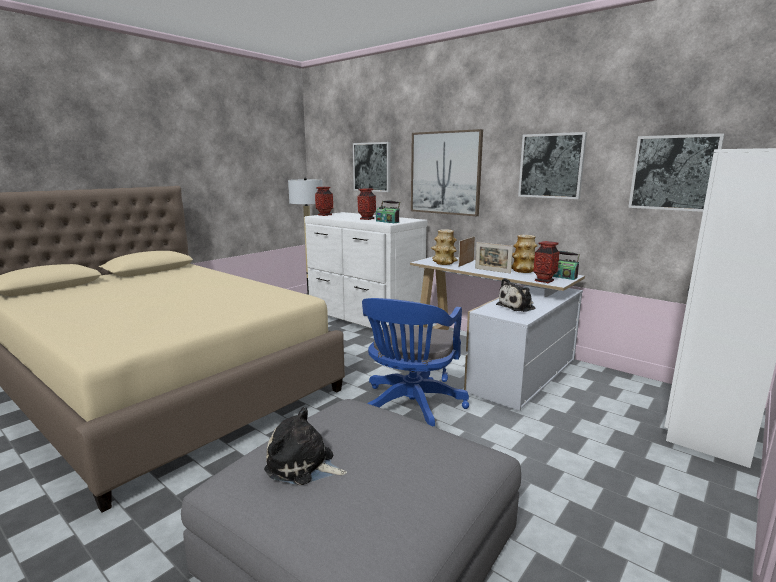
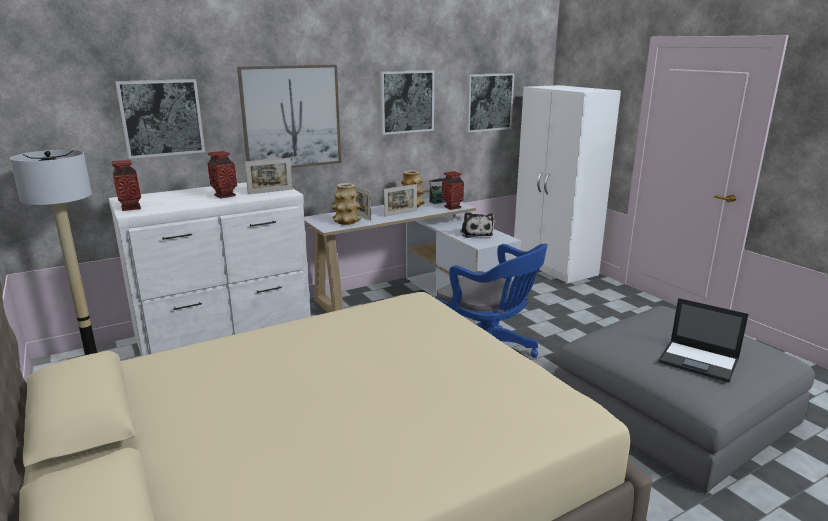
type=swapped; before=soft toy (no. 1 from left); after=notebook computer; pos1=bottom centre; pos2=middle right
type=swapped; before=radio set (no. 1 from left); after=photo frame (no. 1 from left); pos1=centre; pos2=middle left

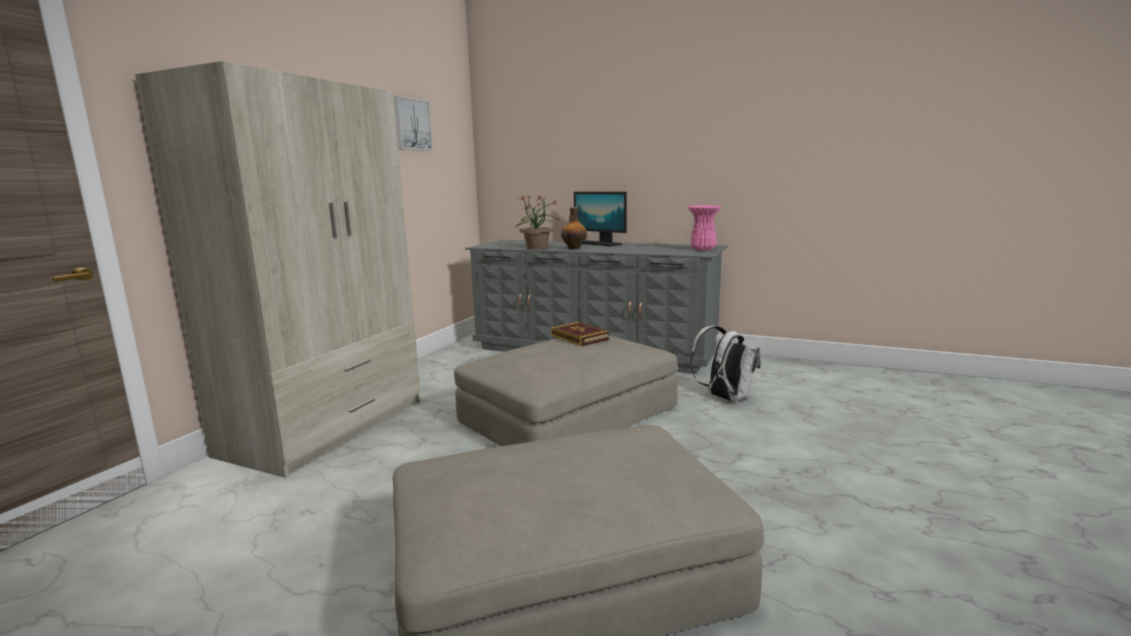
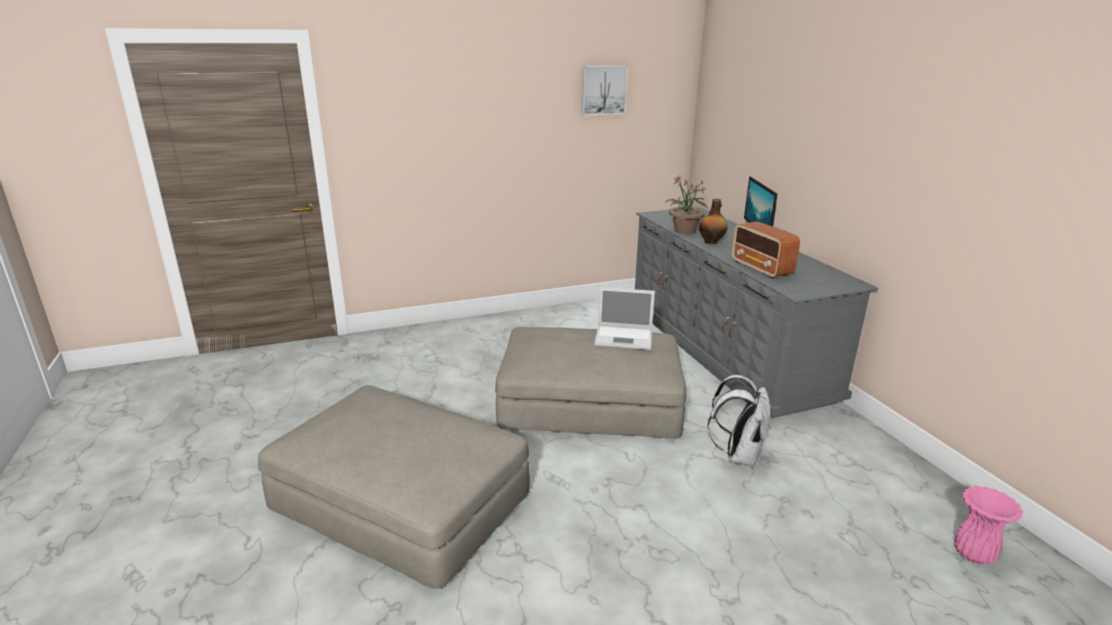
type=gone; before=armoire/sand-coloured; pos1=middle left
type=swapped; before=bound book; after=notebook computer; pos1=centre; pos2=centre
type=shifted; before=vase/pink; pos1=centre; pos2=bottom right
type=new; after=radio set; pos2=middle right

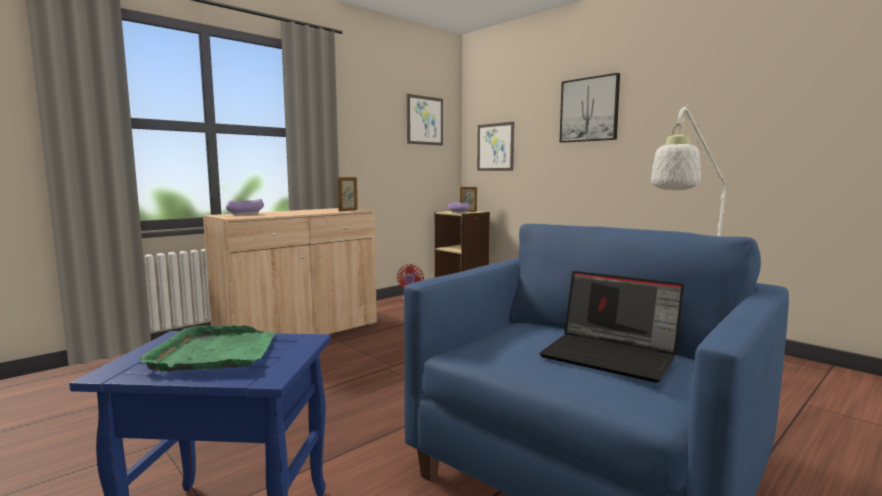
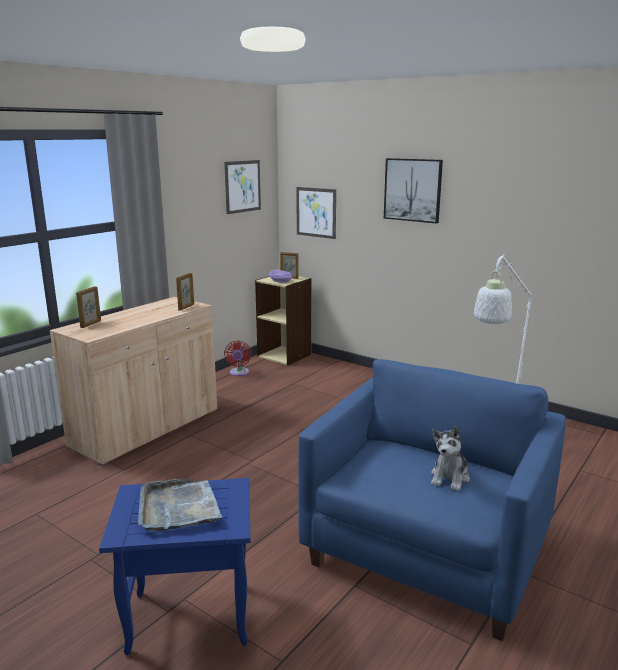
type=repainted; before=serving tray/green; after=serving tray/grey; pos1=bottom left; pos2=bottom left
type=swapped; before=deep dish/purple (no. 1 from left); after=photo frame (no. 1 from left); pos1=middle left; pos2=middle left
type=swapped; before=notebook computer; after=soft toy; pos1=middle right; pos2=bottom right

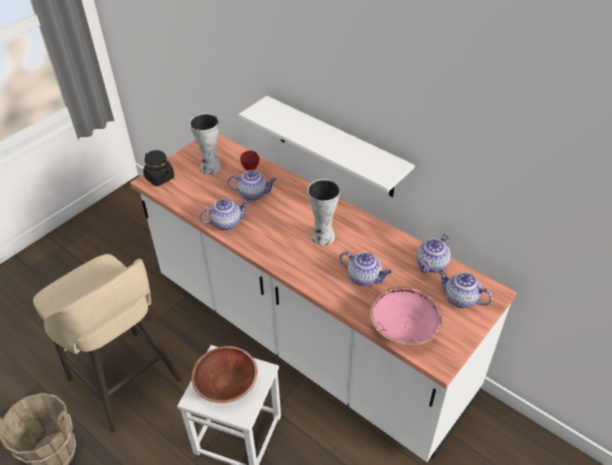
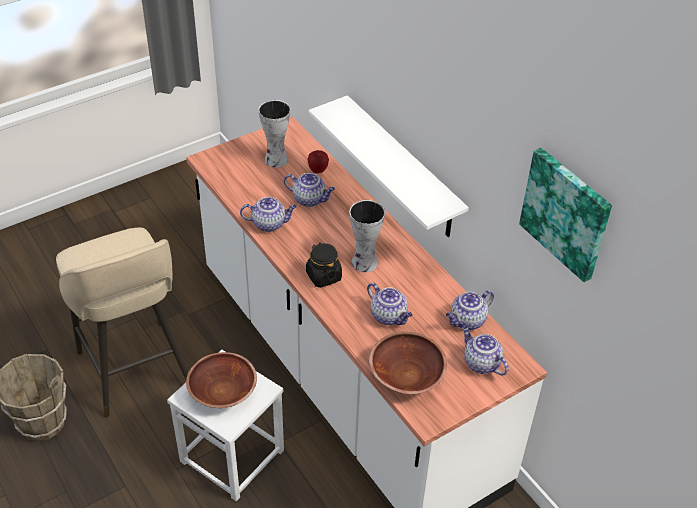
type=shifted; before=jar/black-coloured; pos1=middle left; pos2=centre
type=repainted; before=deep dish/pink; after=deep dish/brown-coloured (no. 2 from left); pos1=bottom centre; pos2=bottom centre
type=new; after=picture; pos2=middle right

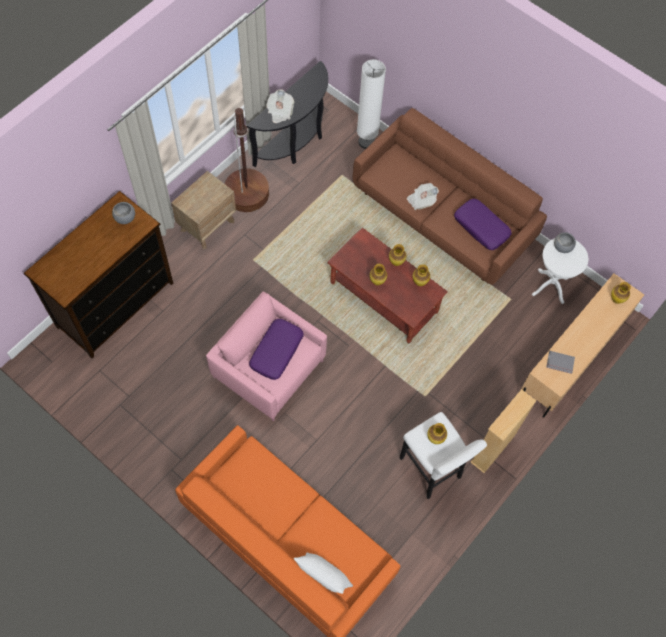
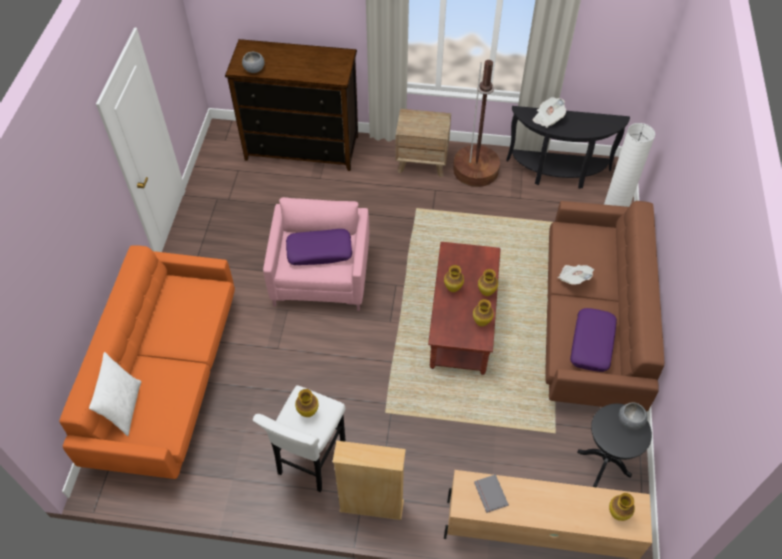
type=shifted; before=deep dish/grey (no. 1 from left); pos1=middle left; pos2=top left
type=repainted; before=accent table/white-coloured; after=accent table/black-coloured; pos1=middle right; pos2=bottom right

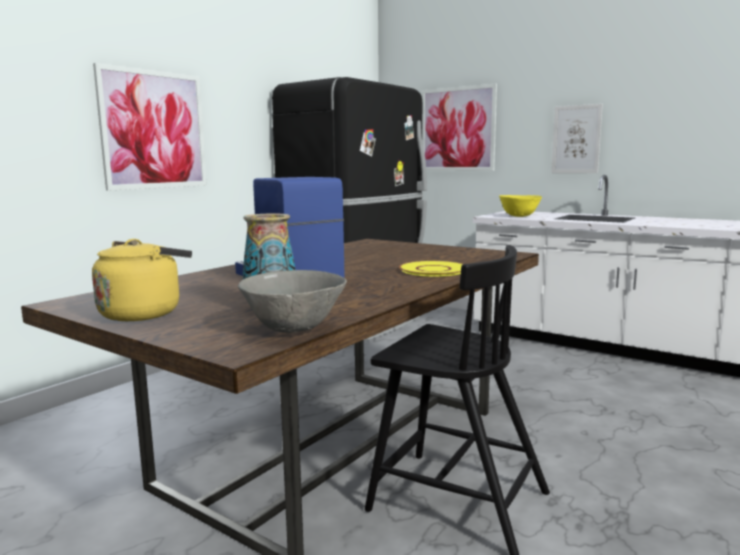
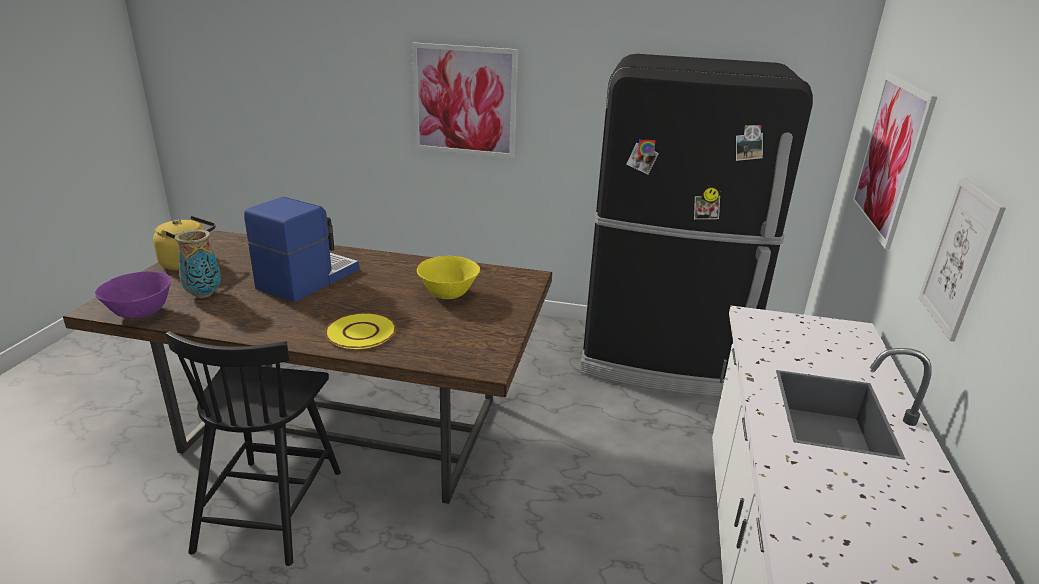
type=repainted; before=deep dish/grey; after=deep dish/purple; pos1=centre; pos2=middle left
type=shifted; before=deep dish/yellowish; pos1=middle right; pos2=centre

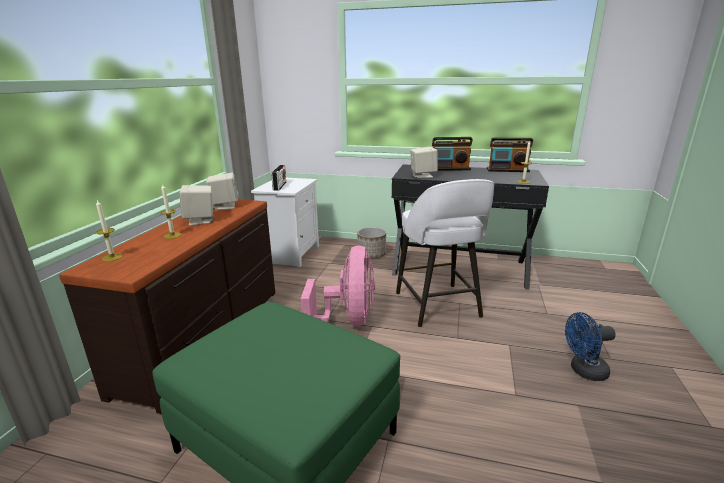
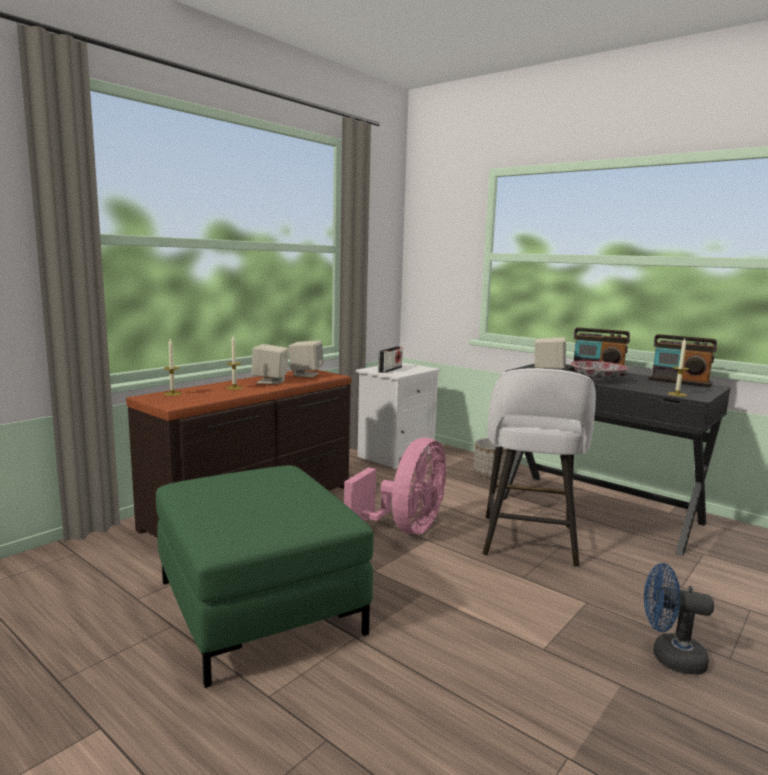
type=new; after=deep dish; pos2=middle right

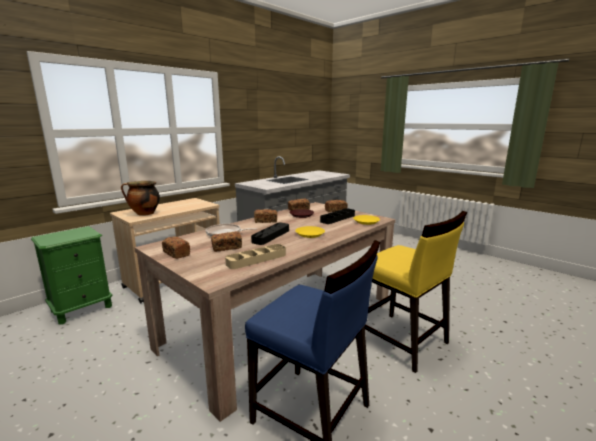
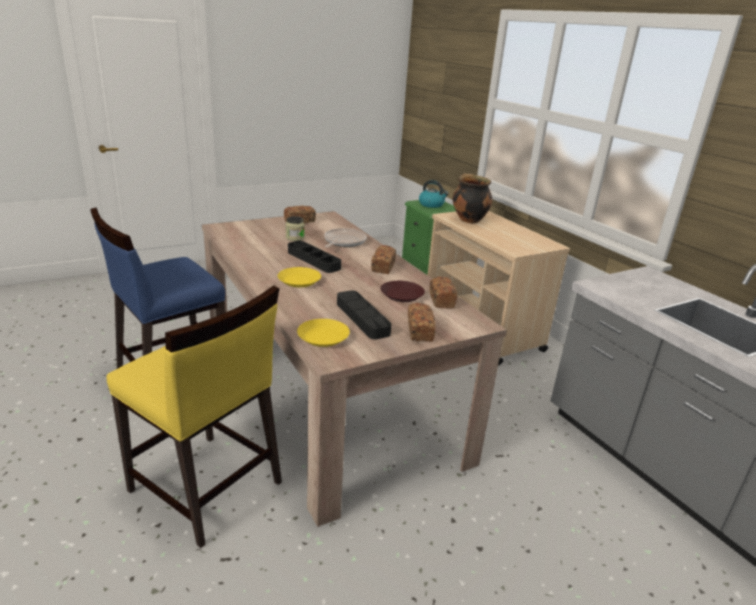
type=swapped; before=bakery bread (no. 2 from left); after=jar; pos1=centre; pos2=centre
type=gone; before=serving tray/sand-coloured; pos1=centre
type=rotated; before=chair/yellowish; pos1=middle right; pos2=bottom left; turn=-120
type=new; after=tea kettle; pos2=top centre

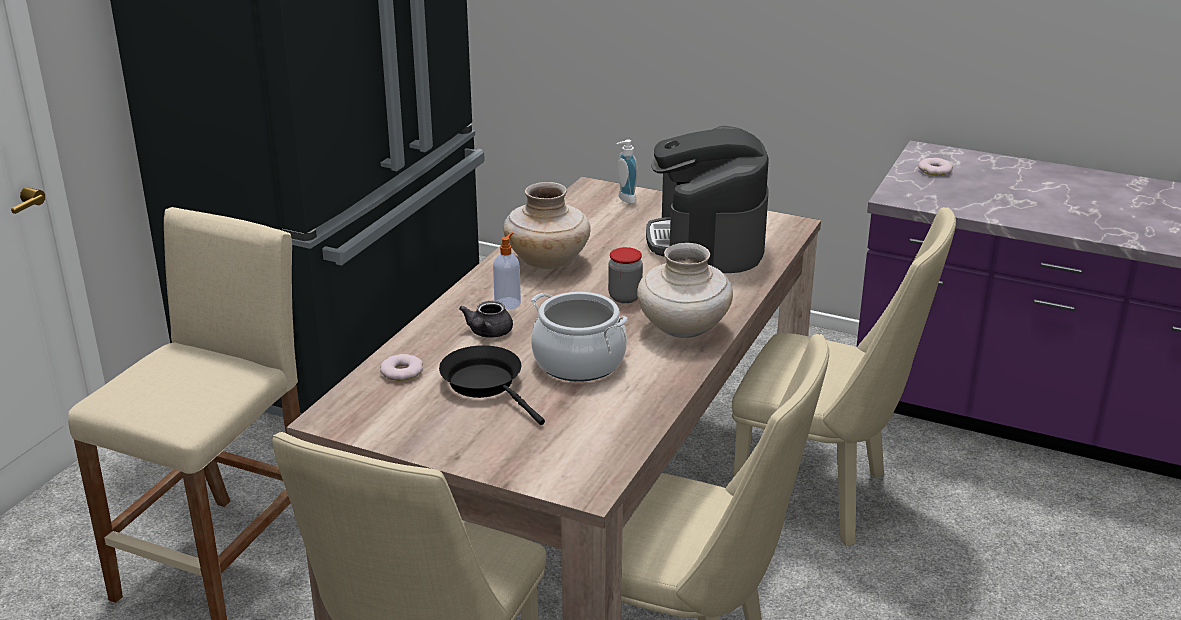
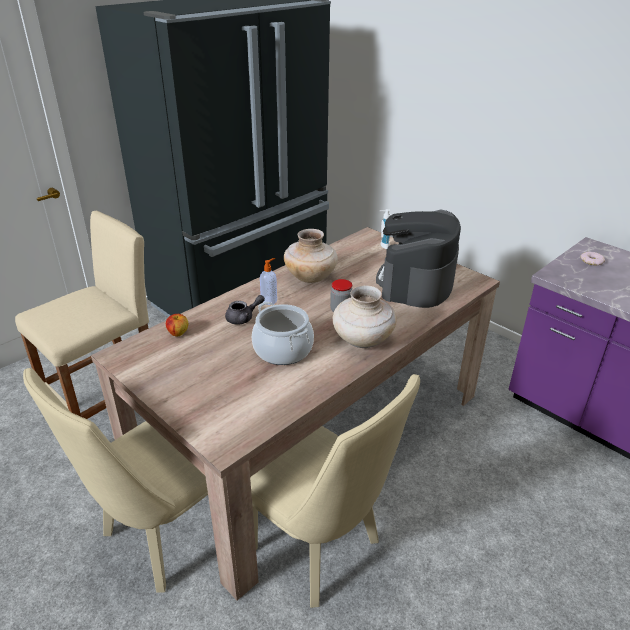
type=swapped; before=ring doughnut (no. 1 from left); after=whole apple; pos1=centre; pos2=middle left
type=gone; before=pan/black-coloured; pos1=centre
type=rotated; before=tea pot/grey; pos1=centre; pos2=centre; turn=-150
type=gone; before=chair/sand-coloured (no. 3 from left); pos1=middle right

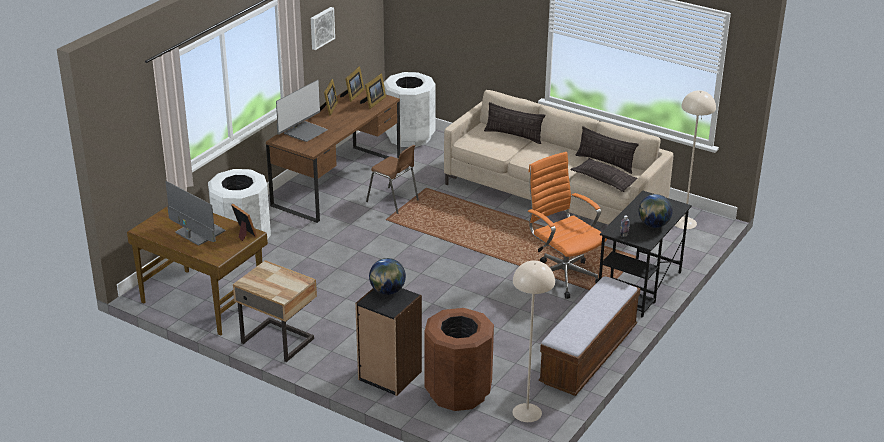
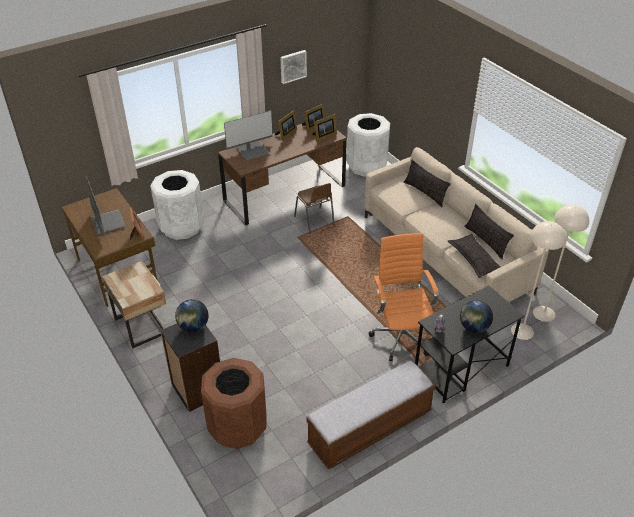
type=shifted; before=standing lamp/sand-coloured (no. 1 from left); pos1=bottom centre; pos2=middle right

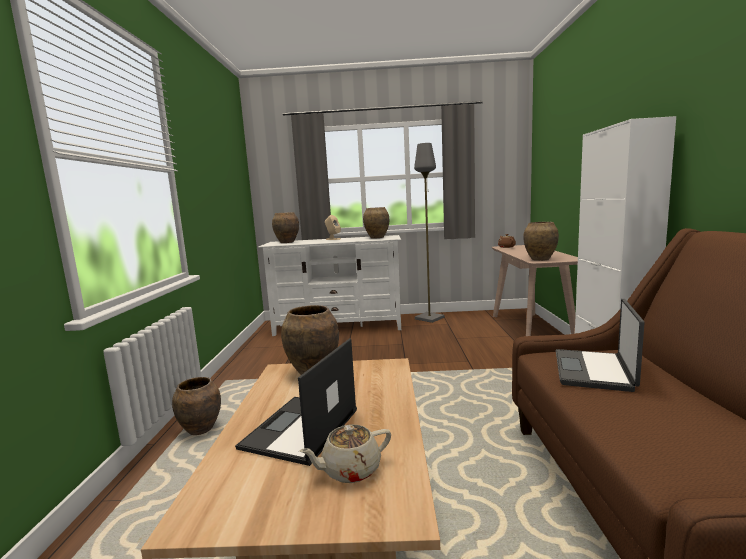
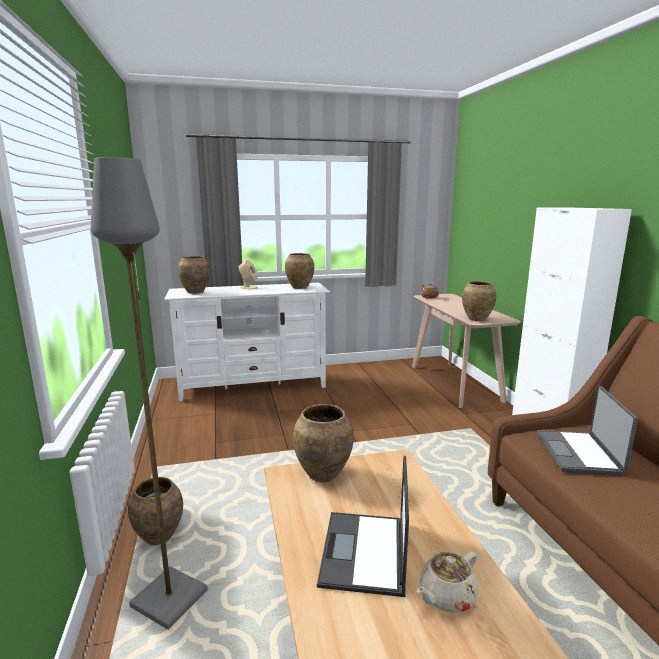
type=shifted; before=standing lamp/grey; pos1=centre; pos2=middle left

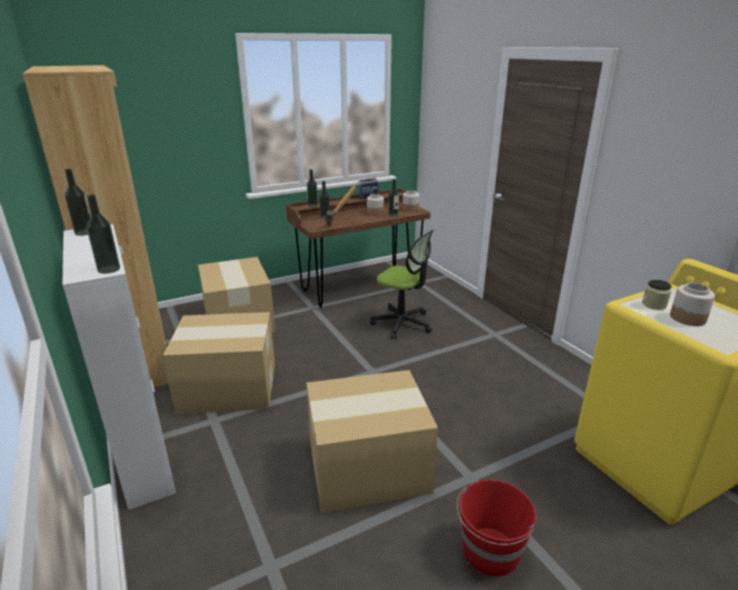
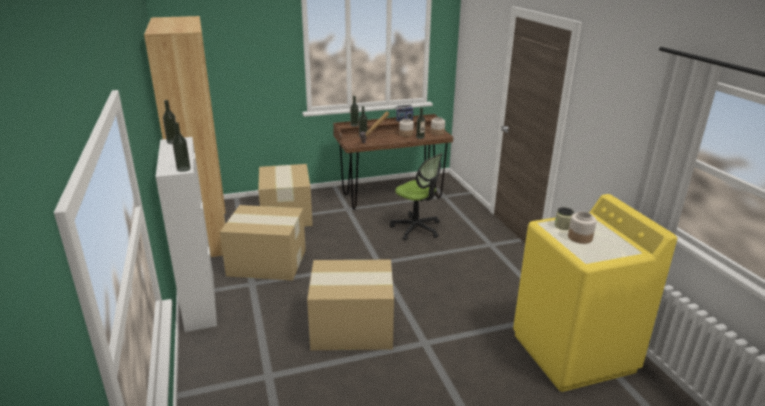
type=gone; before=pail/red; pos1=bottom right

